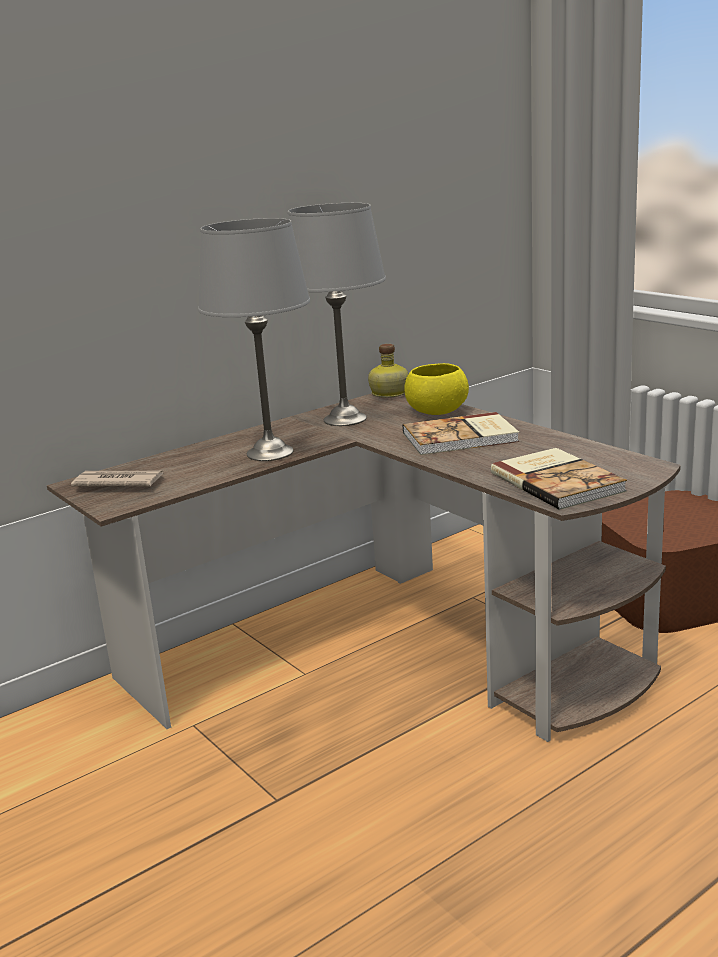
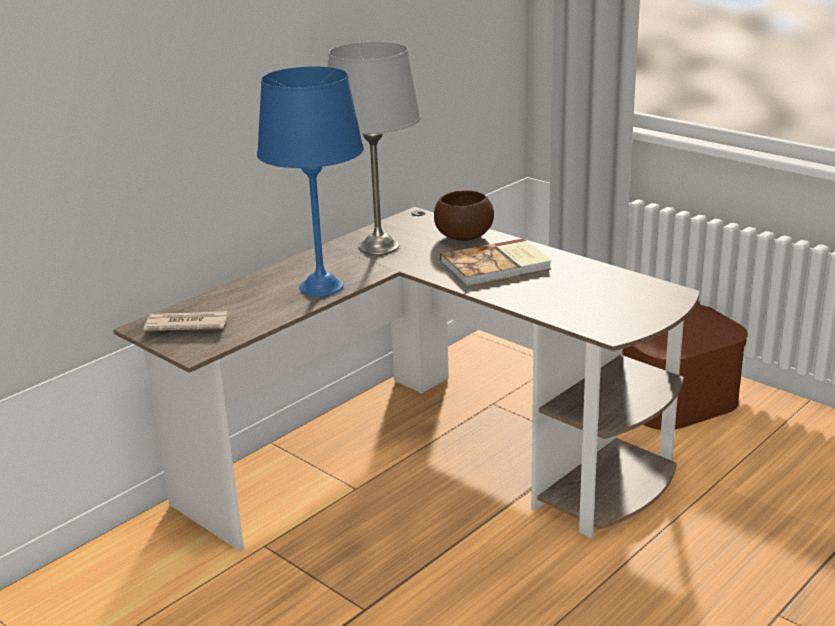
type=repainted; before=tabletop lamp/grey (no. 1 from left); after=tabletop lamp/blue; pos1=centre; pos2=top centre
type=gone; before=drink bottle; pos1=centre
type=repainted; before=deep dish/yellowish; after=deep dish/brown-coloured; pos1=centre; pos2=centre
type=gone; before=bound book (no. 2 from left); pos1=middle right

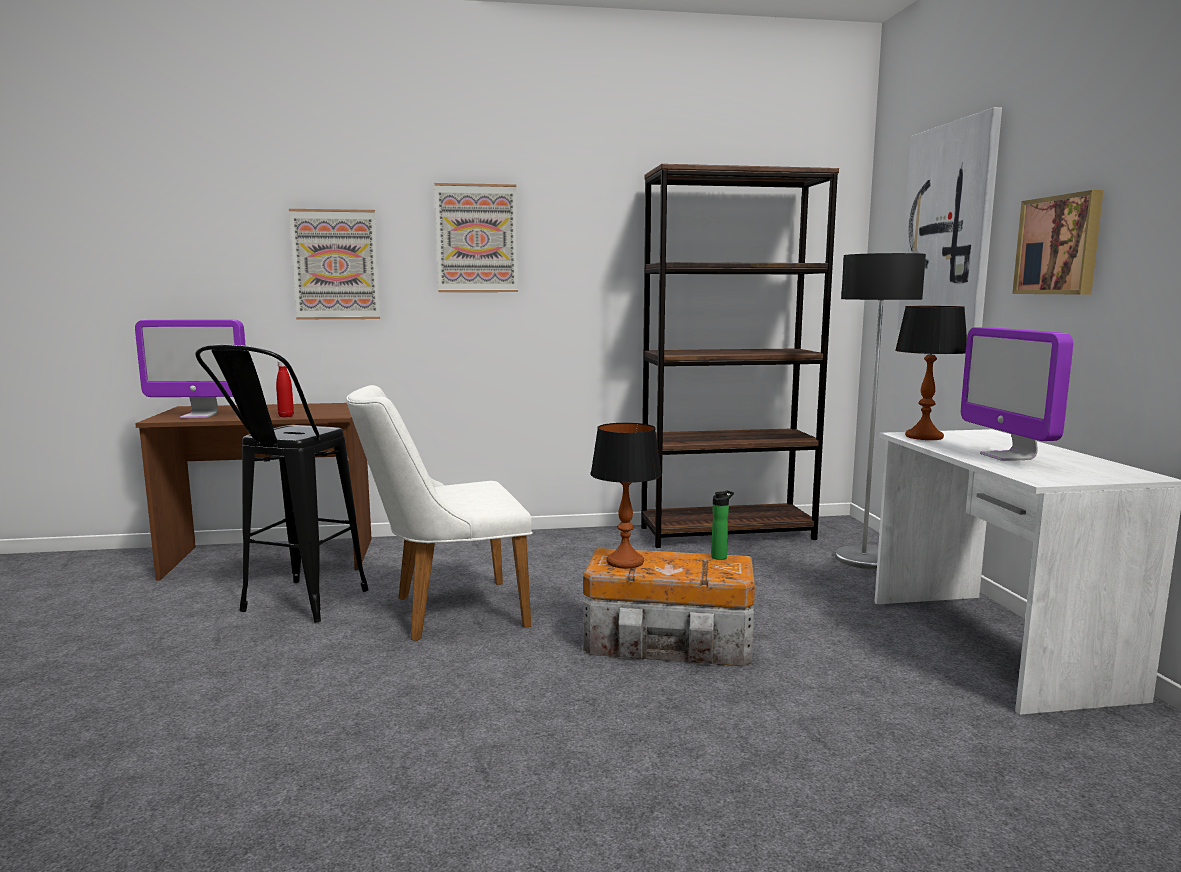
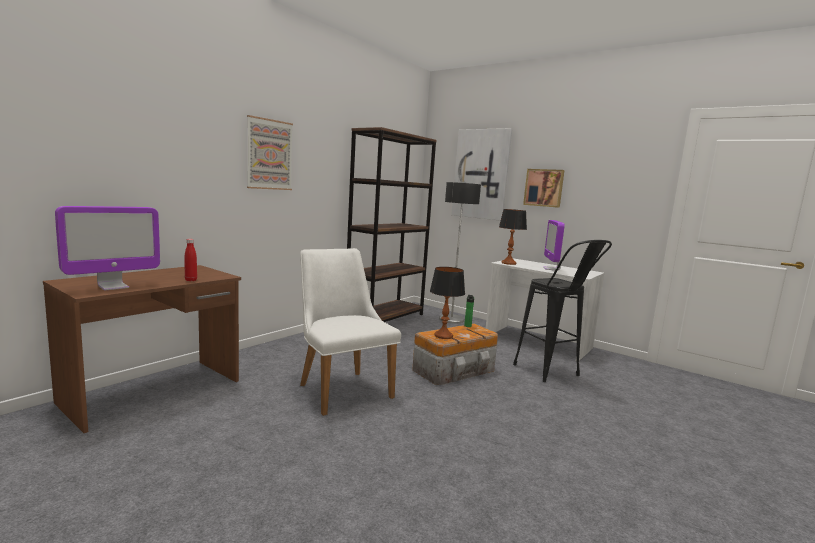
type=shifted; before=stool/black-coloured; pos1=middle left; pos2=middle right
type=gone; before=picture (no. 1 from left); pos1=top left
type=rotated; before=chair/white-coloured; pos1=centre; pos2=centre; turn=120
type=rotated; before=computer display (no. 2 from left); pos1=middle right; pos2=middle right; turn=60

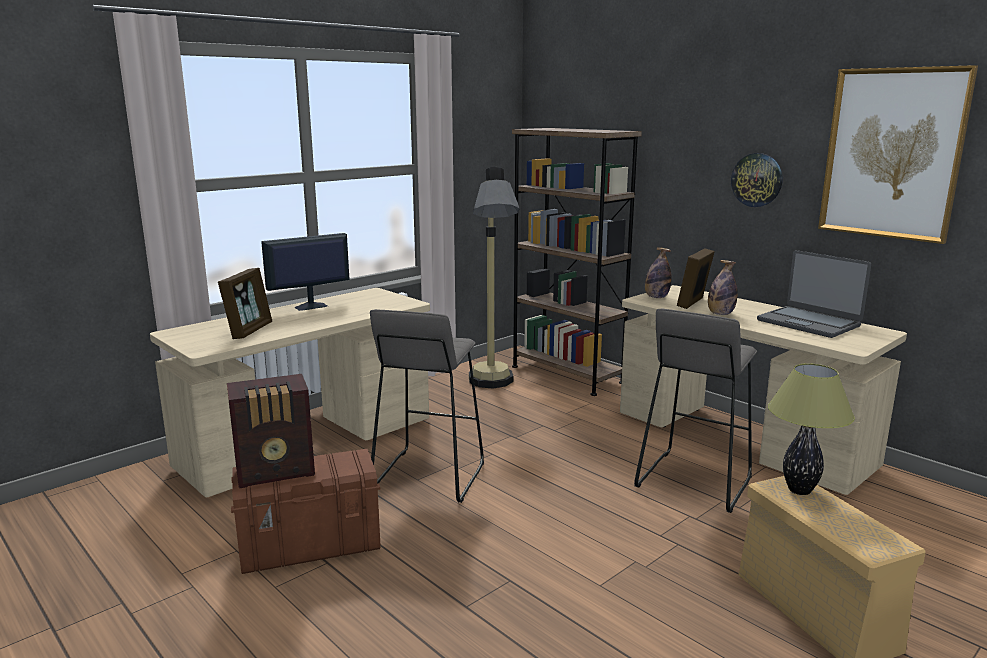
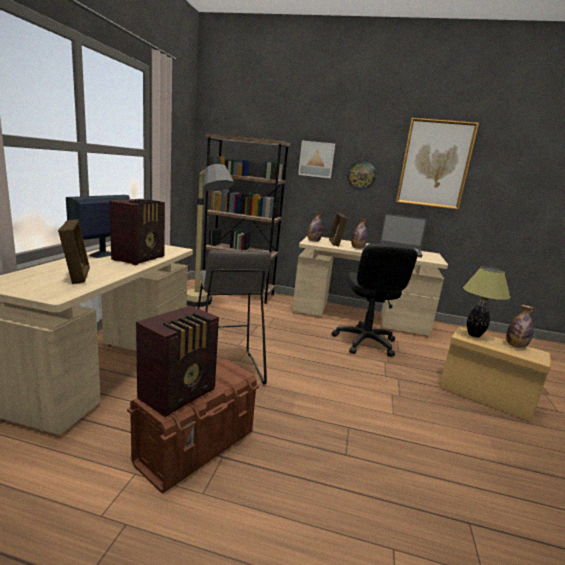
type=swapped; before=stool/grey (no. 2 from left); after=office chair/black-coloured; pos1=middle right; pos2=centre
type=new; after=radio set (no. 1 from left); pos2=middle left
type=new; after=picture (no. 1 from left); pos2=top centre
type=new; after=drink bottle (no. 3 from left); pos2=middle right

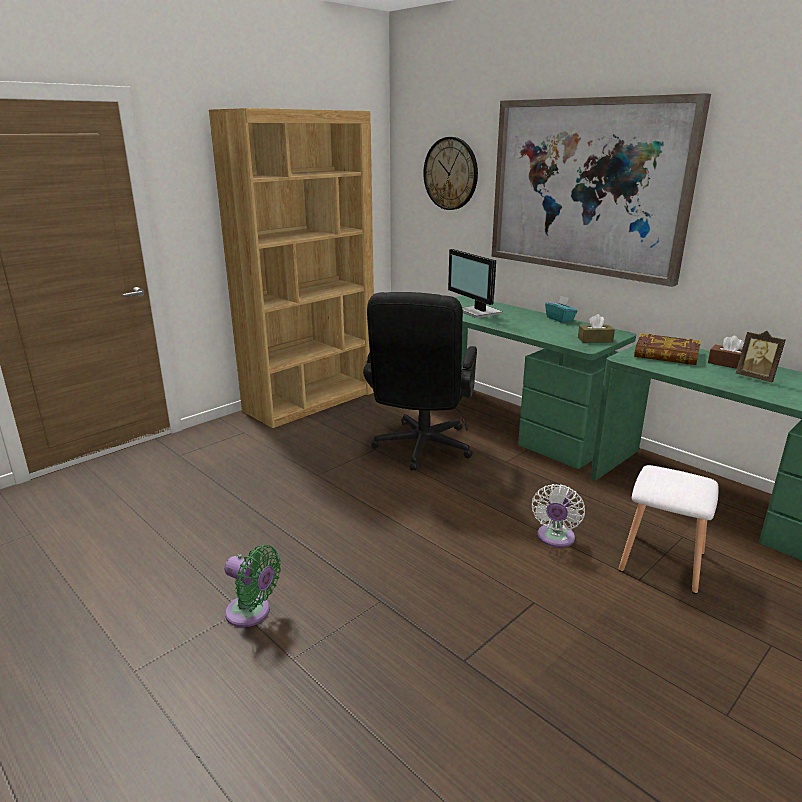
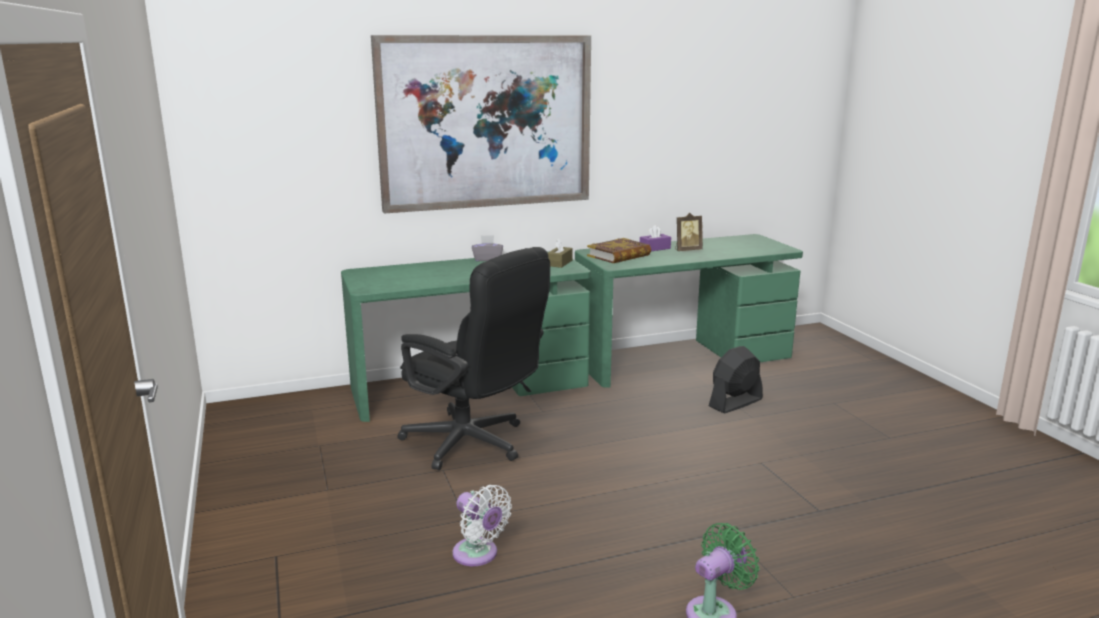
type=gone; before=shelving unit/brown-coloured; pos1=centre
type=gone; before=clock on the wall; pos1=top centre
type=gone; before=computer display; pos1=centre
type=shifted; before=electric fan/white-coloured; pos1=middle right; pos2=bottom centre
type=repainted; before=tissue box/turquoise-coloured; after=tissue box/grey; pos1=middle right; pos2=centre
type=swapped; before=stool/white-coloured; after=electric fan/black-coloured; pos1=middle right; pos2=middle right
type=repainted; before=tissue box/brown-coloured (no. 2 from left); after=tissue box/purple; pos1=middle right; pos2=centre

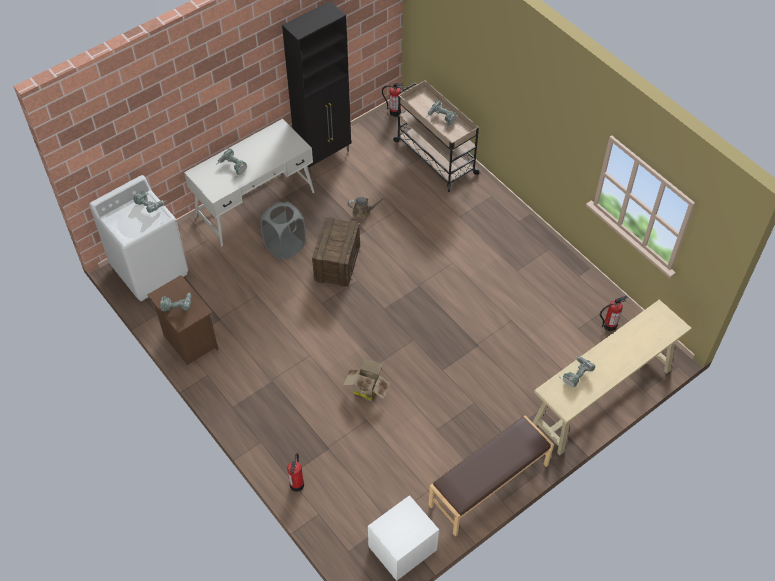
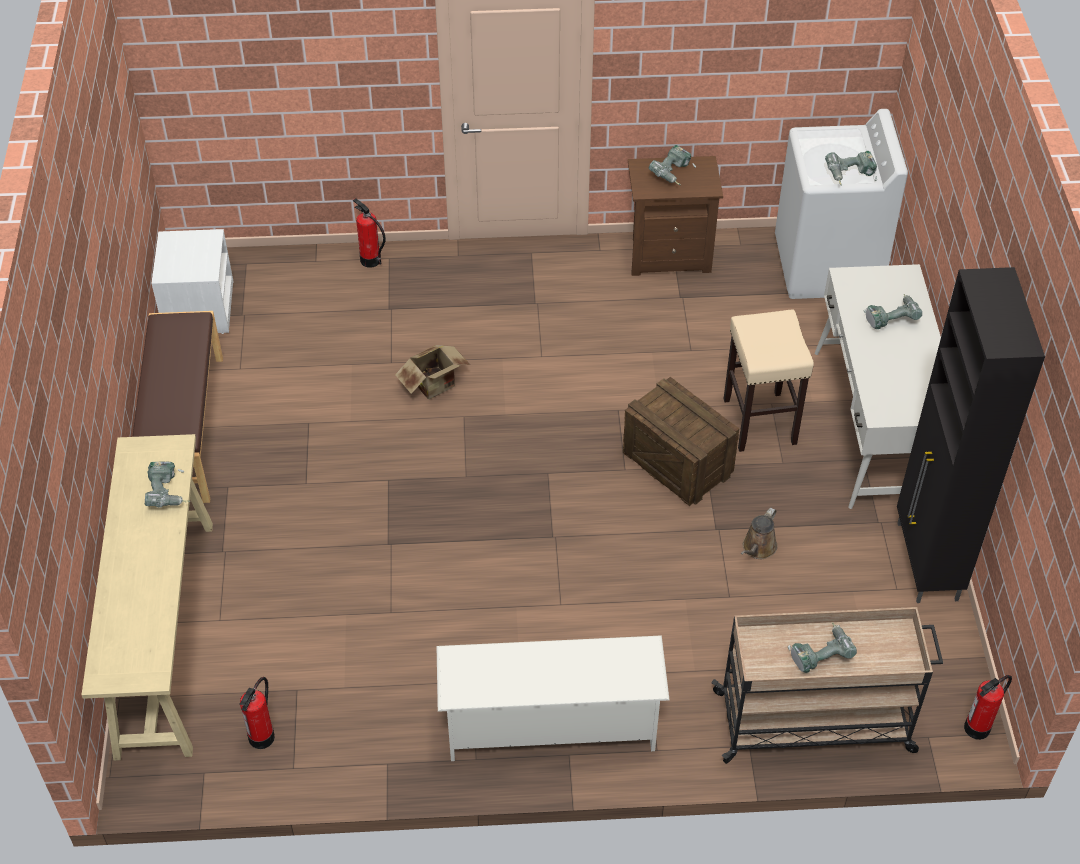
type=swapped; before=laundry basket/grey; after=stool/sand-coloured; pos1=centre; pos2=middle right
type=new; after=shoe stand/white-coloured; pos2=bottom centre

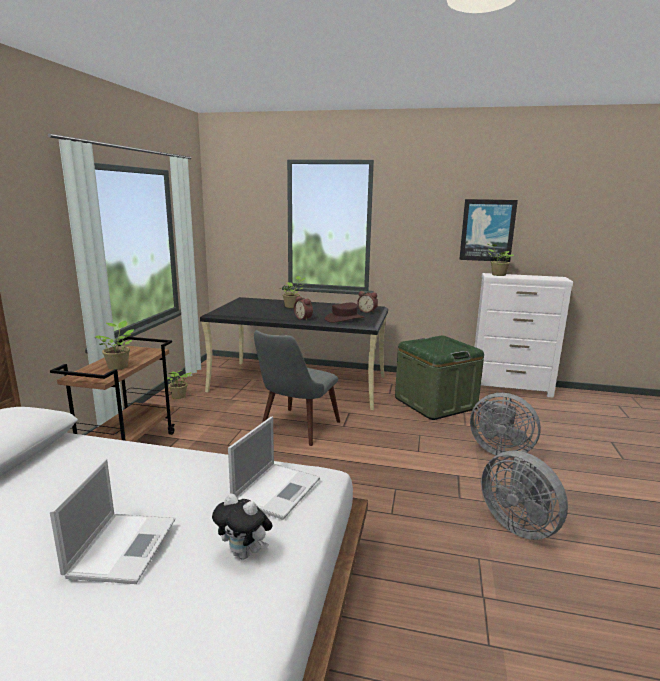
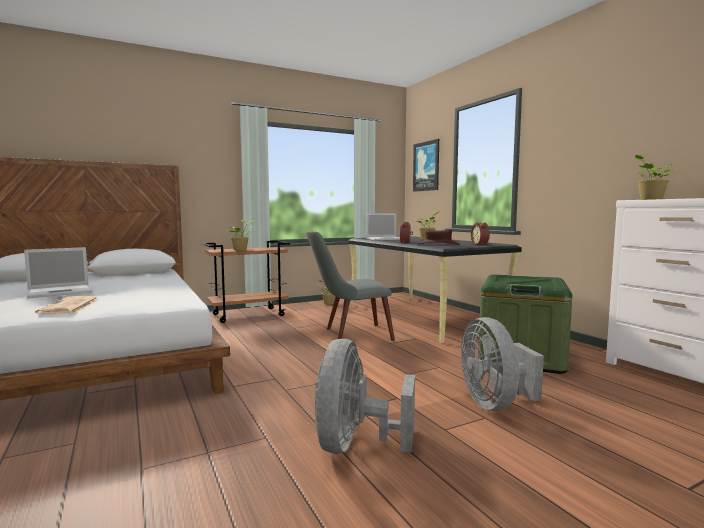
type=swapped; before=soft toy; after=newspaper; pos1=bottom centre; pos2=middle left
type=shifted; before=notebook computer (no. 2 from left); pos1=bottom centre; pos2=centre
type=shifted; before=picture; pos1=middle right; pos2=top centre

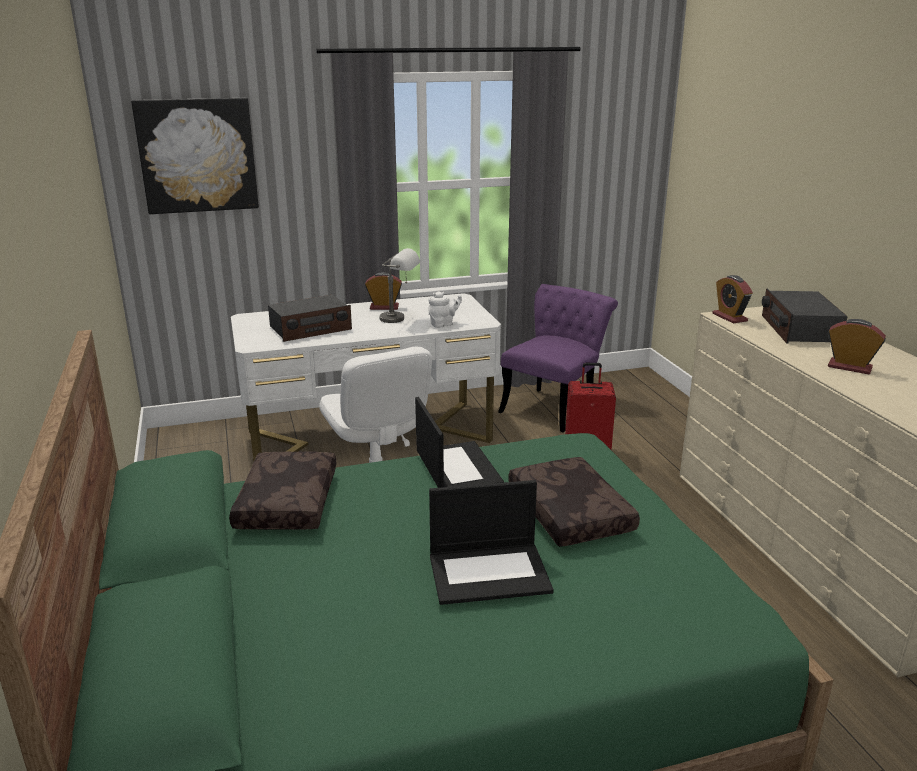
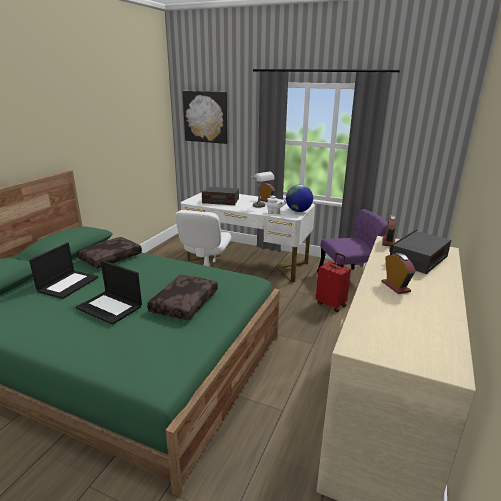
type=shifted; before=notebook computer (no. 1 from left); pos1=centre; pos2=middle left
type=new; after=globe; pos2=centre

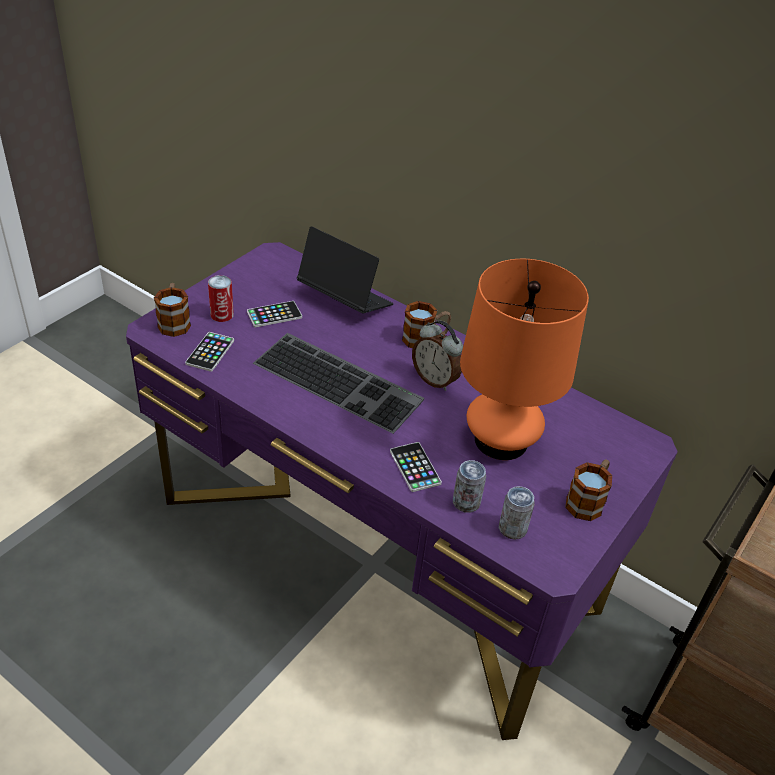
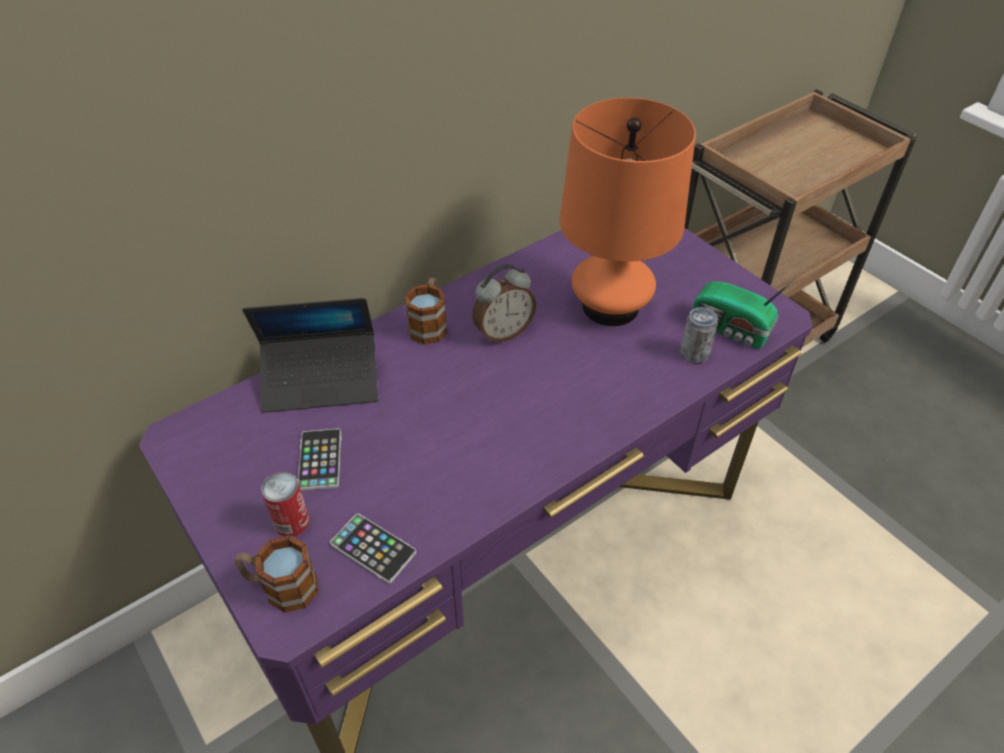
type=gone; before=keyboard; pos1=centre
type=rotated; before=notebook computer; pos1=centre; pos2=middle left; turn=-150
type=gone; before=phone (no. 3 from left); pos1=centre
type=swapped; before=sealed can (no. 3 from left); after=radio set; pos1=middle right; pos2=middle right
type=gone; before=mug (no. 3 from left); pos1=middle right

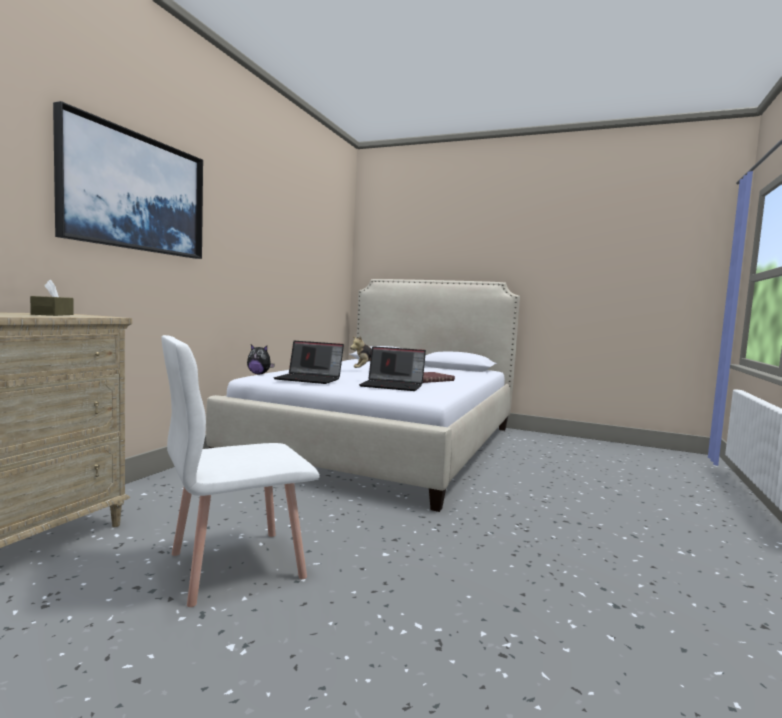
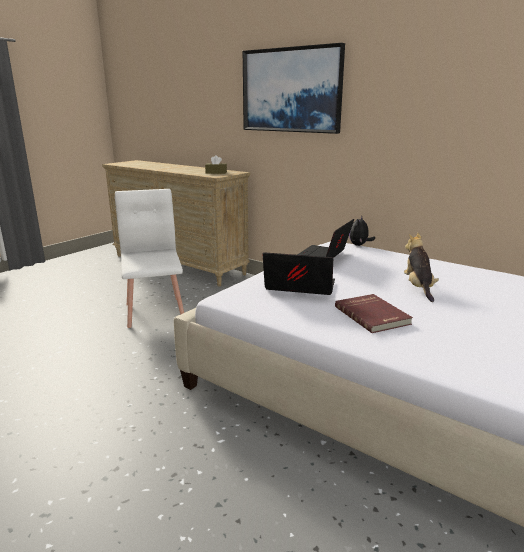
type=rotated; before=notebook computer (no. 2 from left in the first image); pos1=centre; pos2=centre; turn=75

